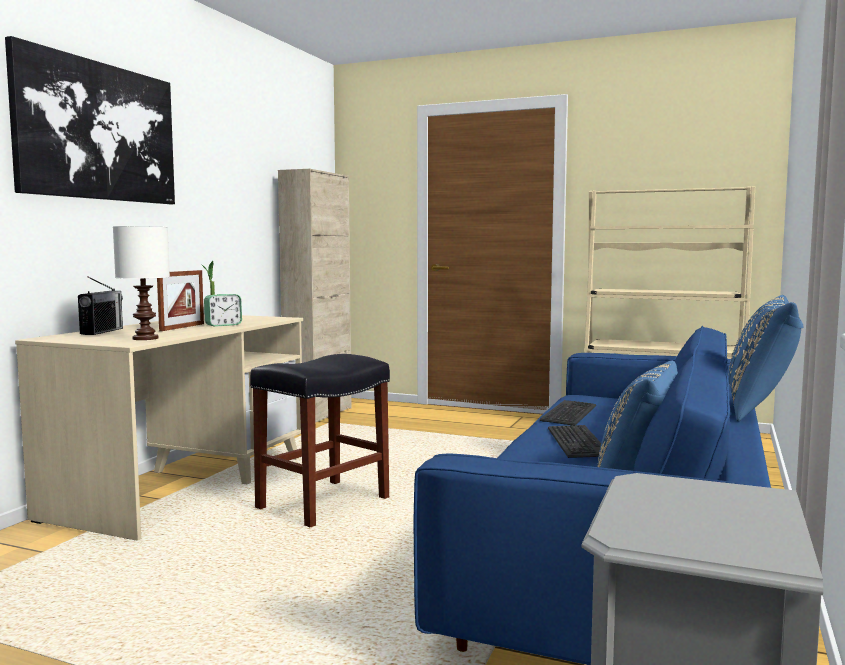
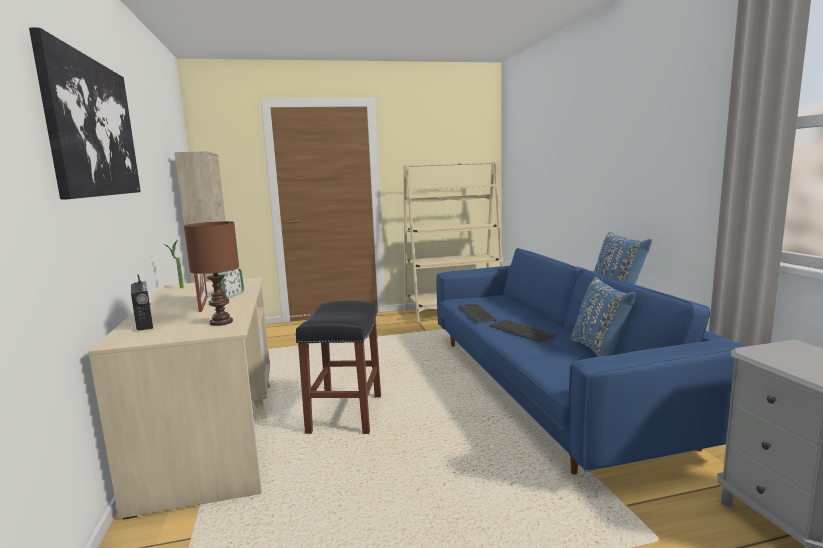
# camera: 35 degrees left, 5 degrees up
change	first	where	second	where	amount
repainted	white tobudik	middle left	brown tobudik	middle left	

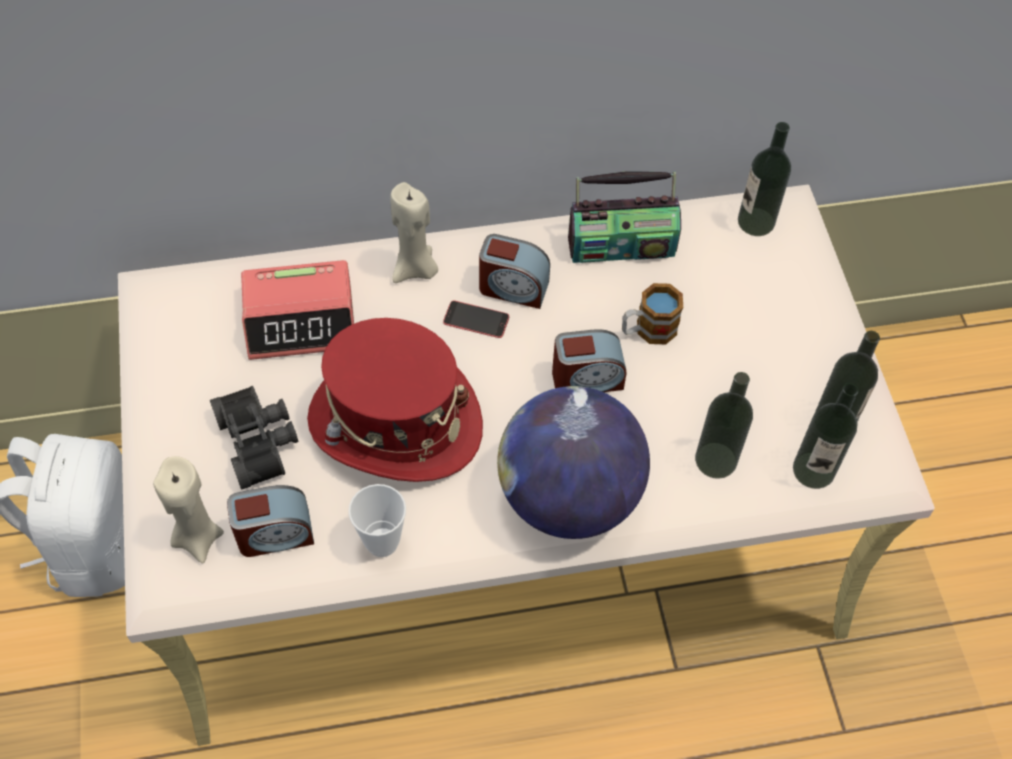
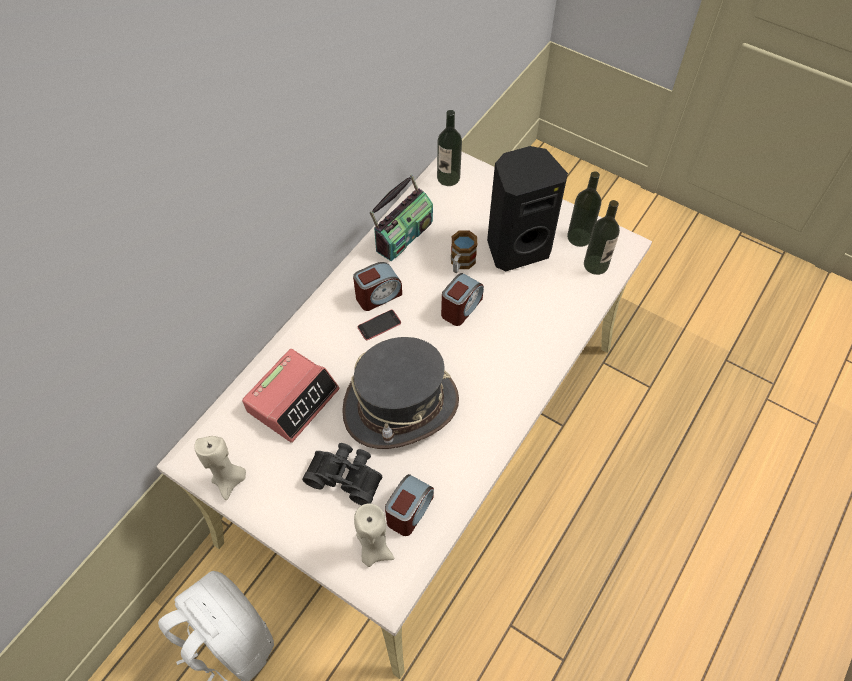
# camera: 45 degrees left, 0 degrees up
change	first	where	second	where	amount
repainted	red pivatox	centre	grey pivatox	centre	
gone	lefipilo	bottom centre			
shifted	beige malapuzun (no. 2 from left in the first image)	top centre	beige malapuzun (no. 1 from left)	bottom left	
gone	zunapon	centre			
gone	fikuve (no. 1 from left)	middle right			
new			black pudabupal	top centre	

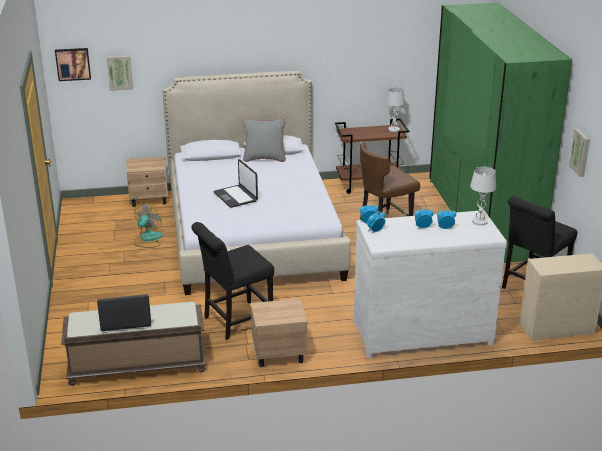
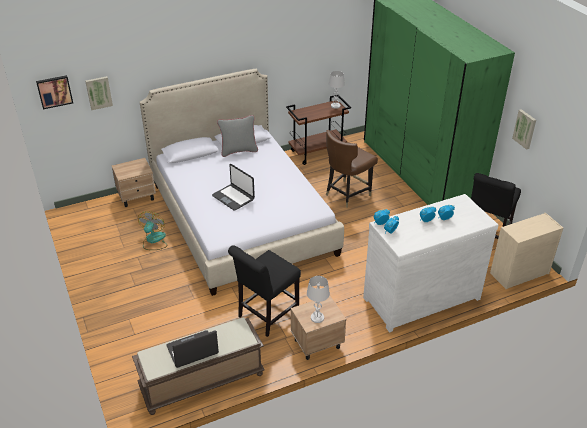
# camera: 15 degrees left, 10 degrees up
change	first	where	second	where	amount
shifted	white tobudik (no. 2 from left in the first image)	middle right	white tobudik (no. 1 from left)	bottom centre	

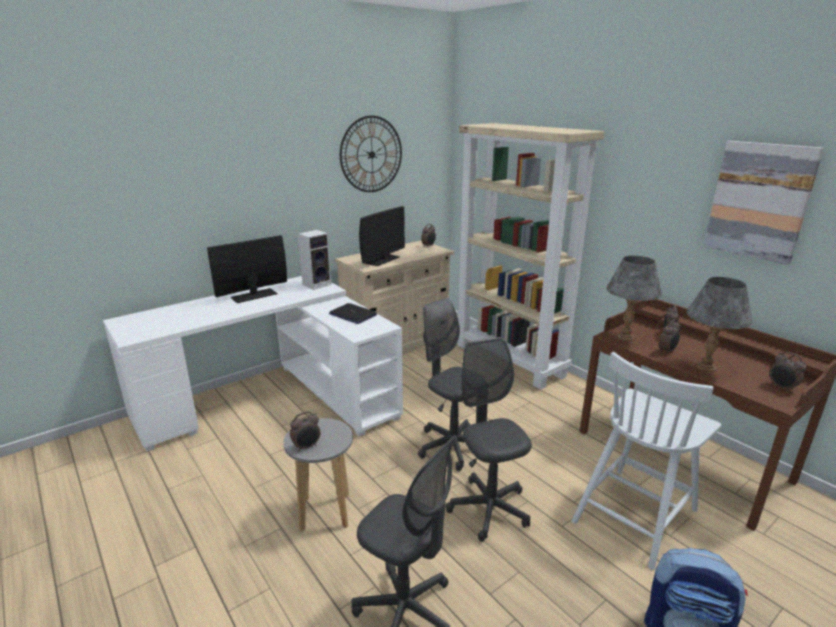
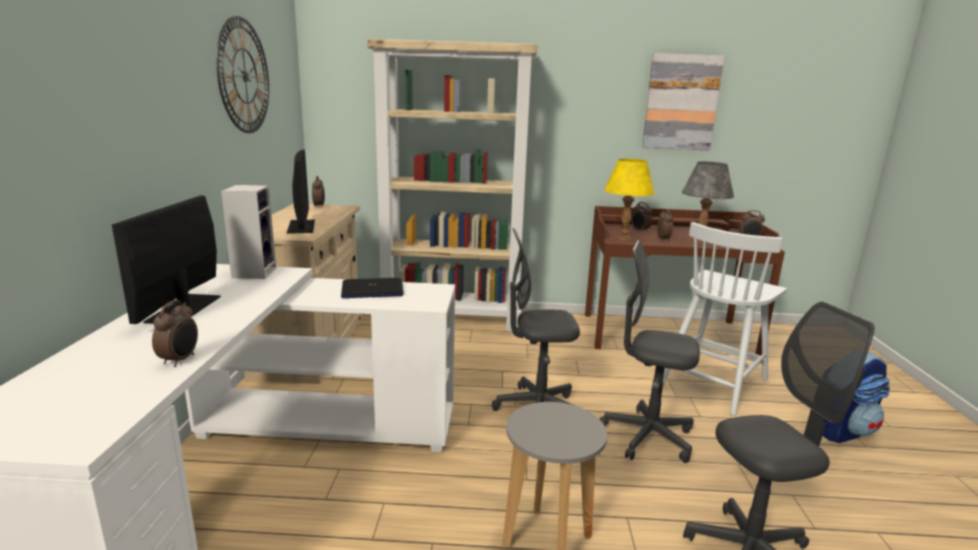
# camera: 50 degrees left, 5 degrees down
change	first	where	second	where	amount
shifted	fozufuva (no. 1 from left)	bottom centre		middle left	
rotated	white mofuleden	bottom right		middle right	45 degrees clockwise
repainted	grey tobudik (no. 1 from left)	middle right	yellow tobudik	centre	

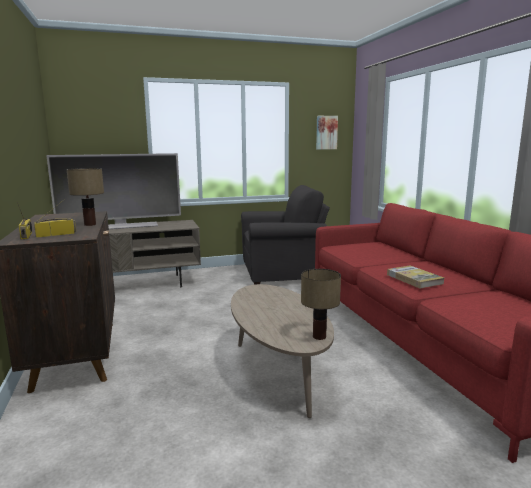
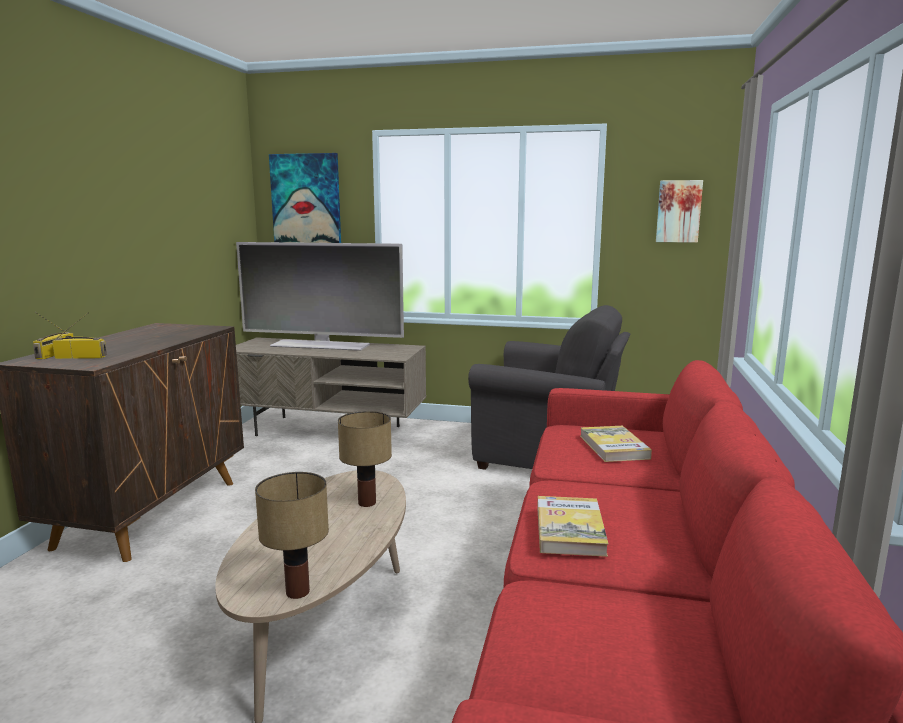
# camera: 30 degrees right, 0 degrees up
change	first	where	second	where	amount
shifted	tobudik (no. 1 from left in the first image)	middle left	tobudik (no. 2 from left)	centre	
new			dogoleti (no. 1 from left)	top centre	
new			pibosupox (no. 2 from left)	middle right	

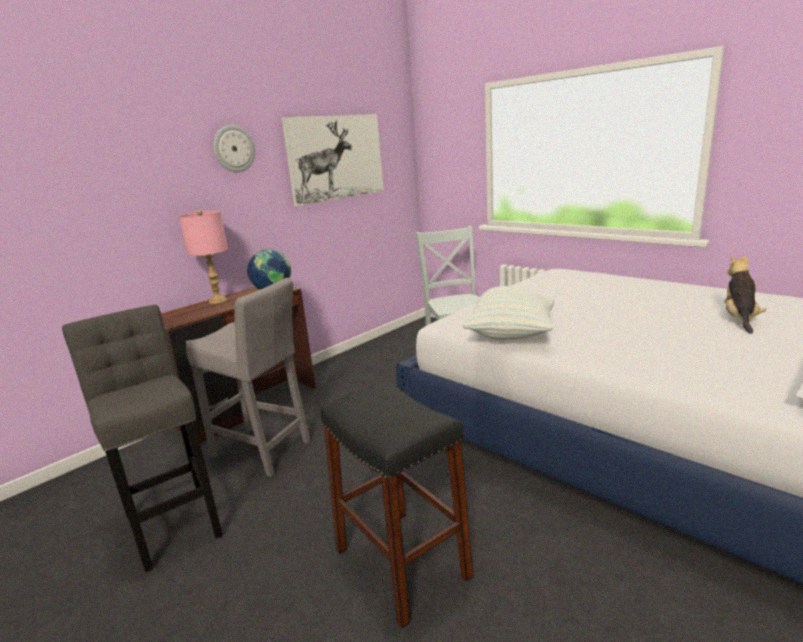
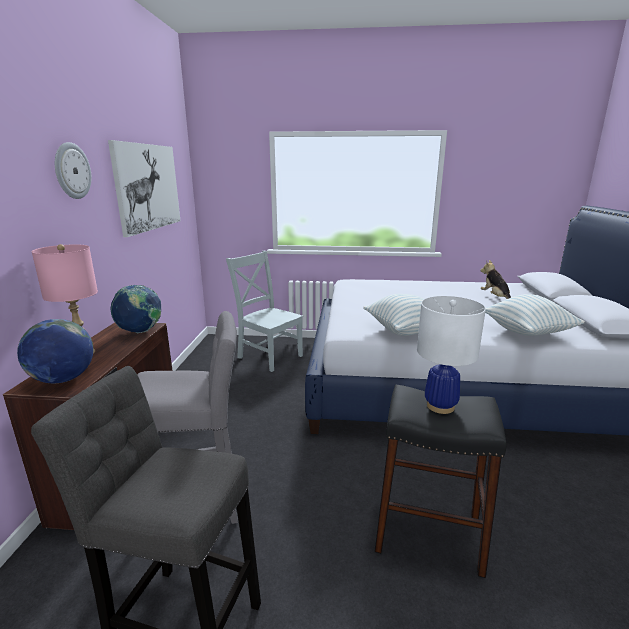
# camera: 40 degrees left, 0 degrees up
change	first	where	second	where	amount
new			zunapon (no. 1 from left)	middle left	
new			white tobudik	middle right	
new			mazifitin (no. 2 from left)	middle right	

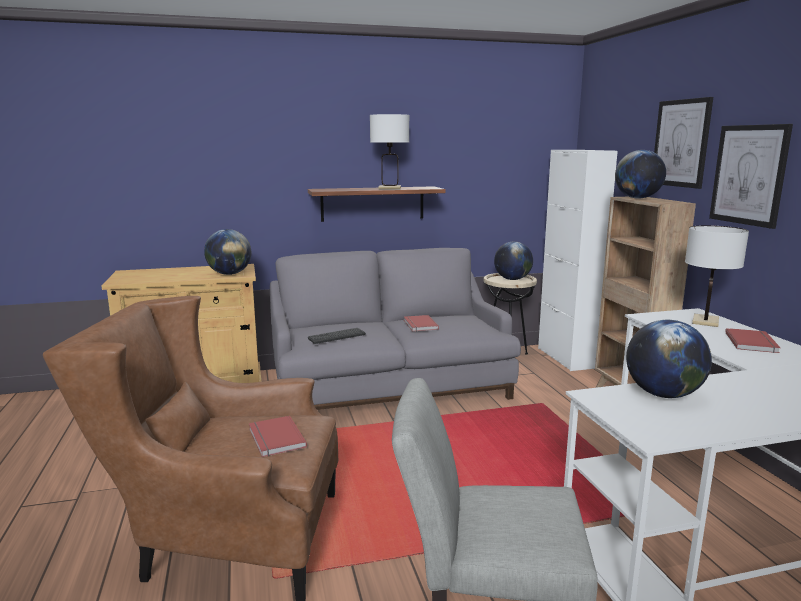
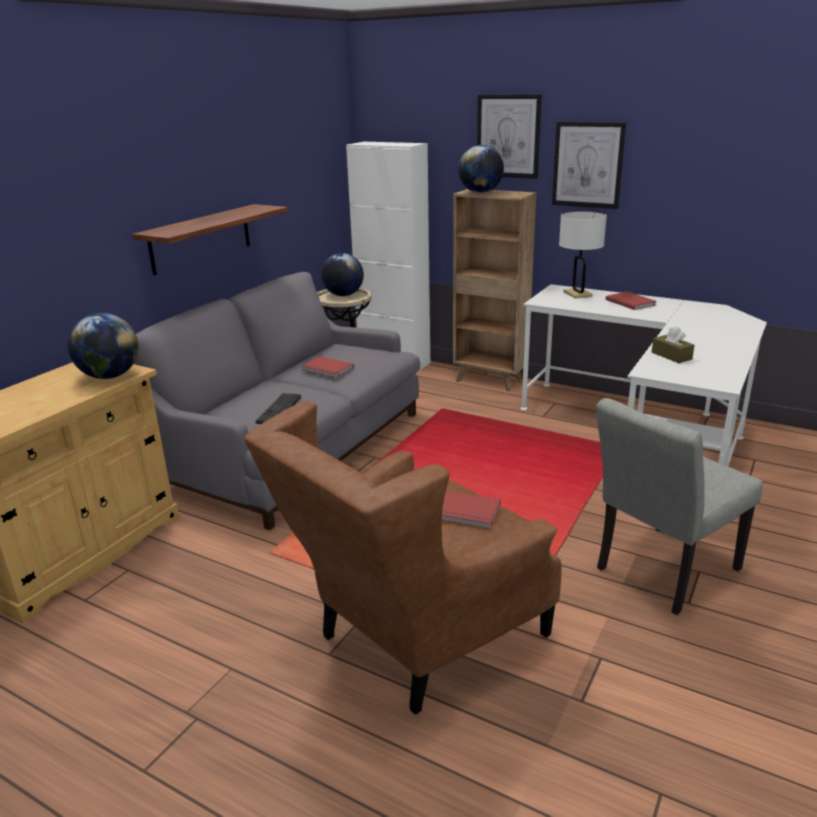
# camera: 45 degrees left, 10 degrees up
change	first	where	second	where	amount
gone	white tobudik (no. 1 from left)	top centre			
swapped	zunapon (no. 4 from left)	middle right	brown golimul	middle right	

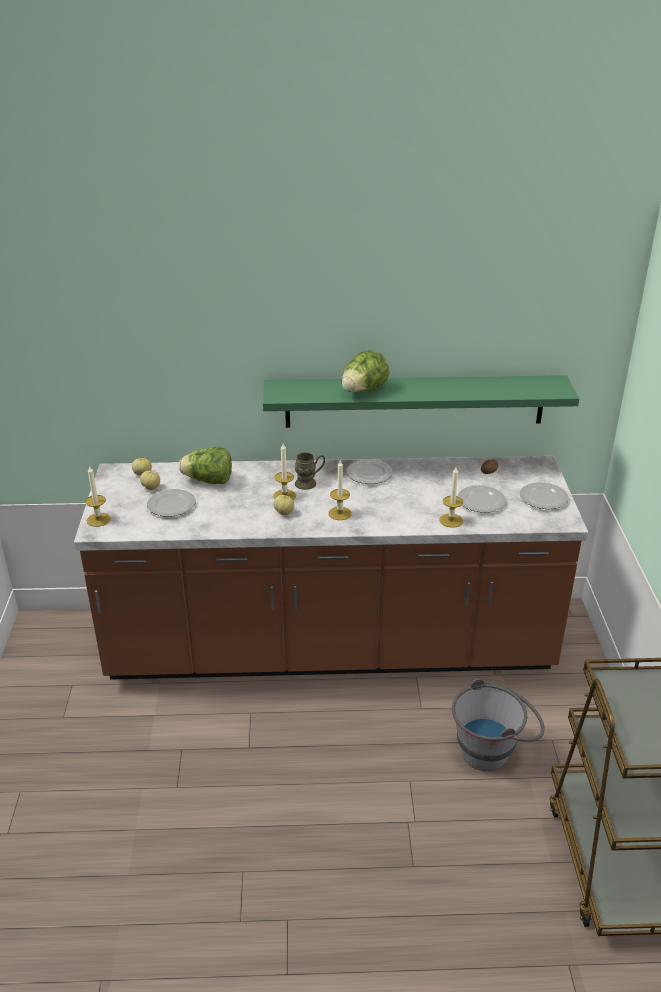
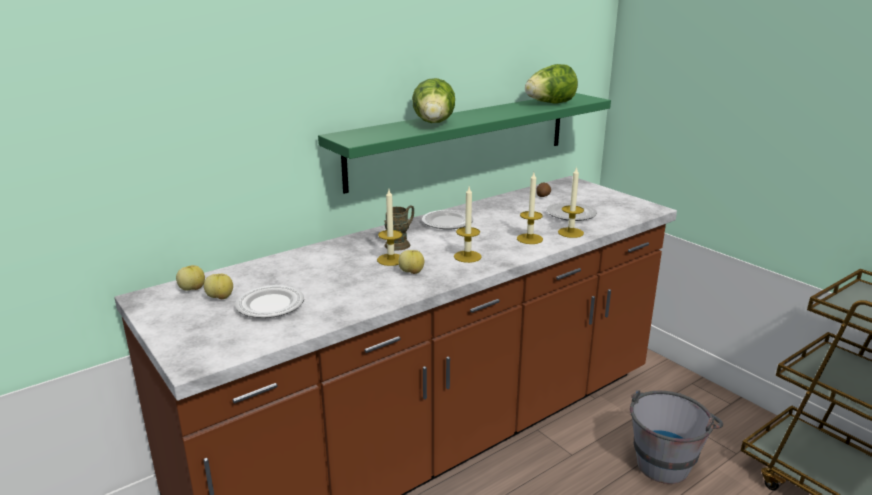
# camera: 35 degrees left, 10 degrees down
change	first	where	second	where	amount
shifted	malapuzun (no. 1 from left in the first image)	middle left	malapuzun (no. 3 from left)	centre	
shifted	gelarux (no. 1 from left in the first image)	middle left	gelarux (no. 2 from left)	top centre	
gone	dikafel (no. 4 from left)	middle right			

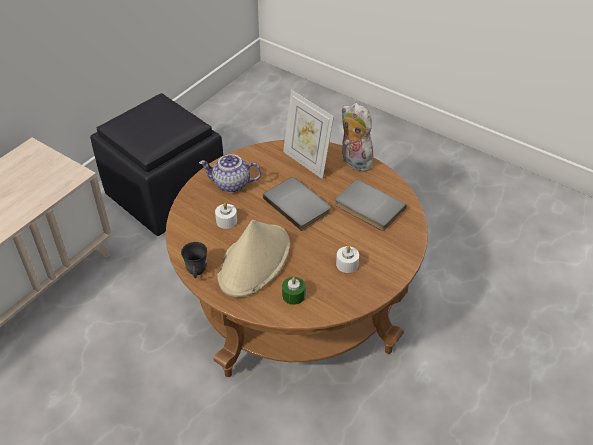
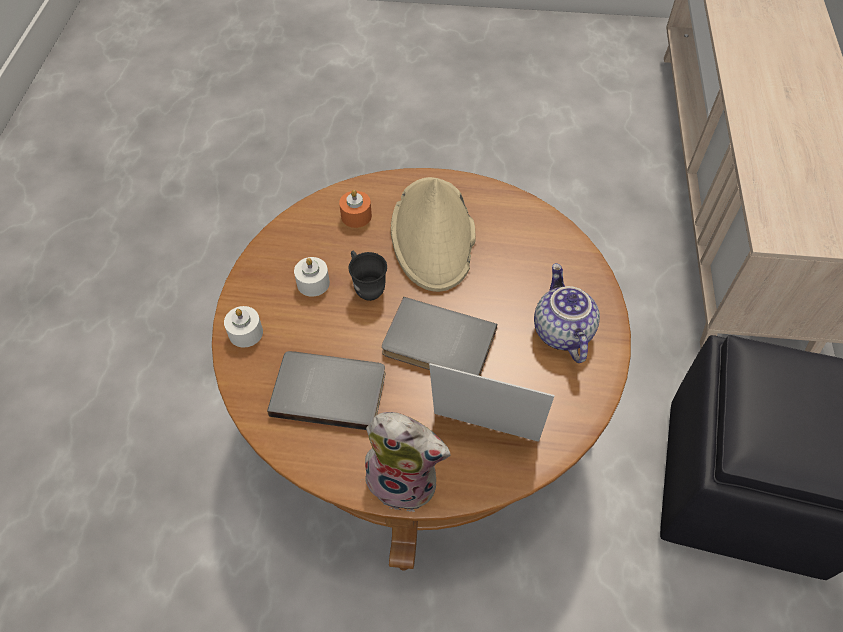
# camera: 150 degrees right, 10 degrees up
change	first	where	second	where	amount
shifted	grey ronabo	middle left		centre	
rotated	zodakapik	centre		middle right	75 degrees counterclockwise
shifted	white malapuzun (no. 1 from left)	centre		middle left	
repainted	green malapuzun	centre	orange malapuzun	top centre	

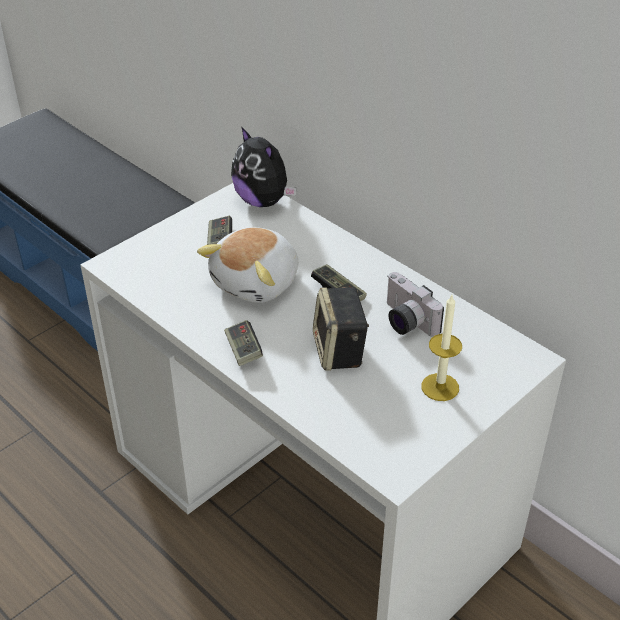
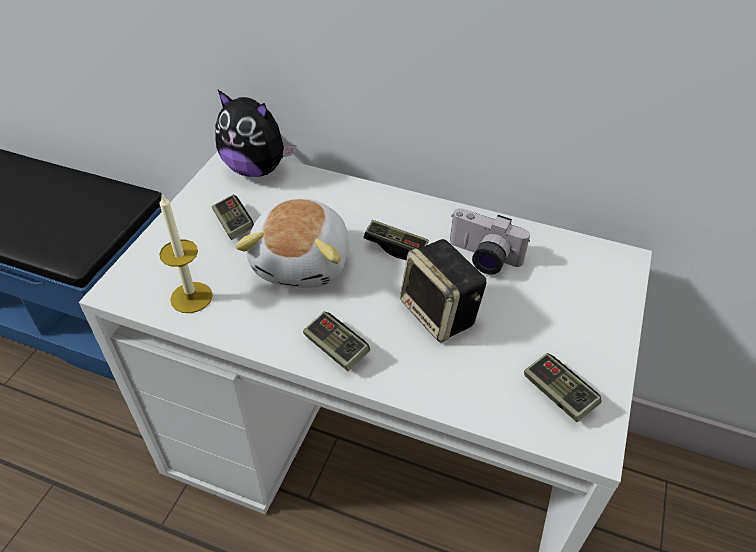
# camera: 25 degrees left, 5 degrees up
change	first	where	second	where	amount
shifted	malapuzun	middle right		middle left	
new			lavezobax (no. 4 from left)	bottom right	

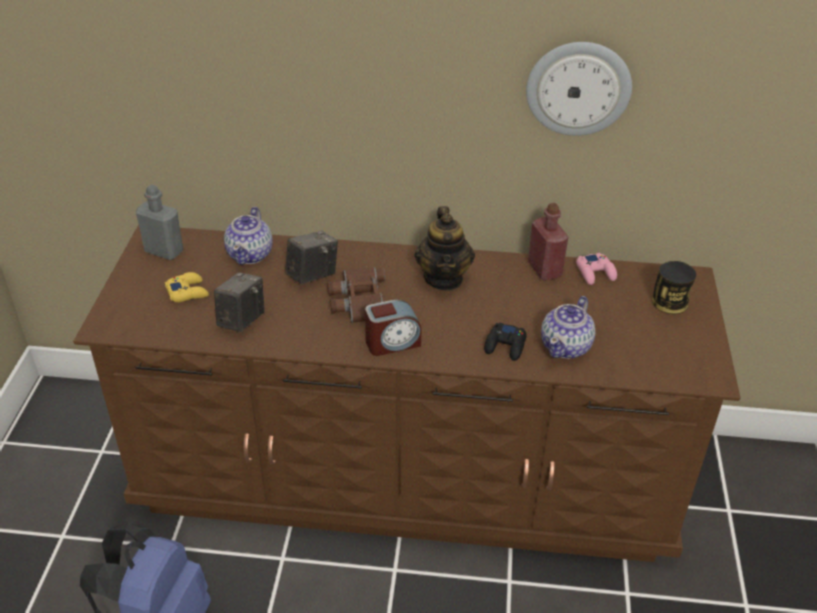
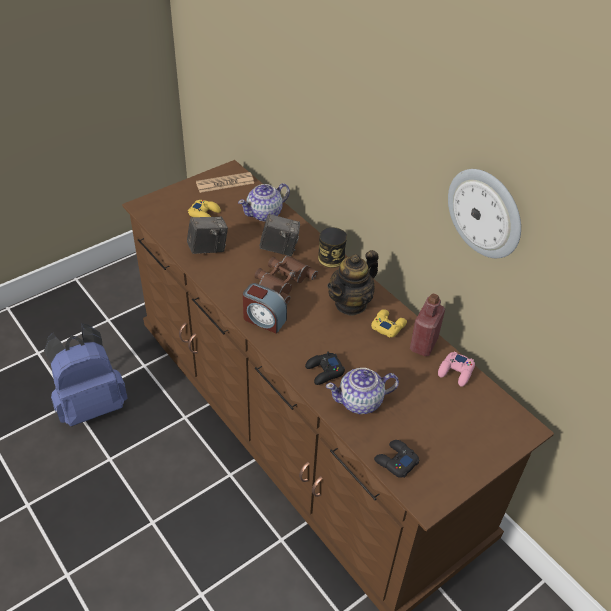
# camera: 45 degrees right, 5 degrees up
change	first	where	second	where	amount
swapped	grey fikuve	middle left	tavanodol	top centre	
shifted	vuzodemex	middle right		centre	
new			yellow lavezobax (no. 2 from left)	centre	
new			black lavezobax (no. 2 from left)	bottom centre	

